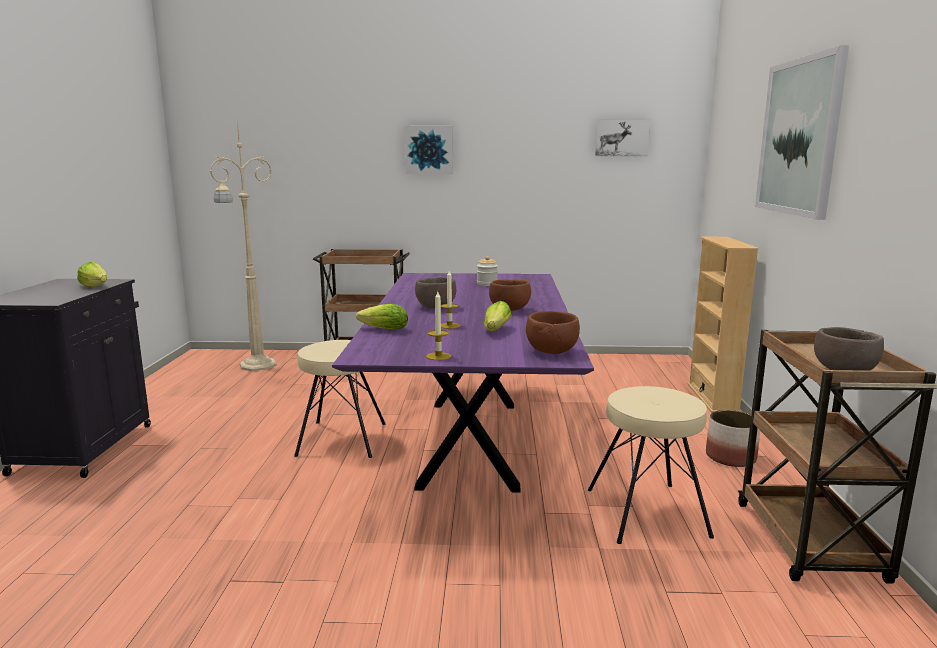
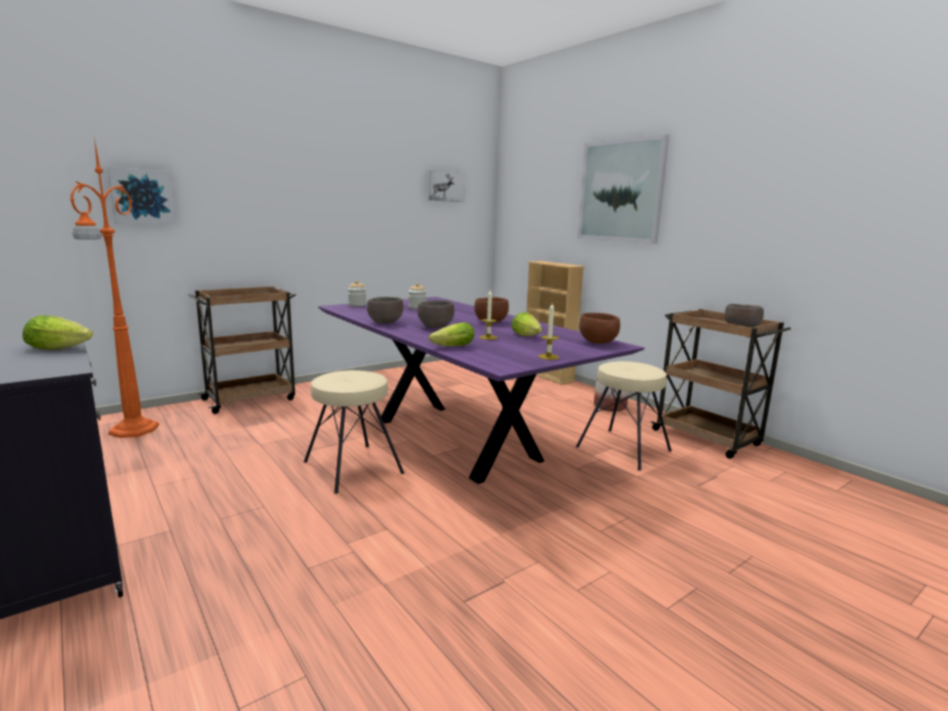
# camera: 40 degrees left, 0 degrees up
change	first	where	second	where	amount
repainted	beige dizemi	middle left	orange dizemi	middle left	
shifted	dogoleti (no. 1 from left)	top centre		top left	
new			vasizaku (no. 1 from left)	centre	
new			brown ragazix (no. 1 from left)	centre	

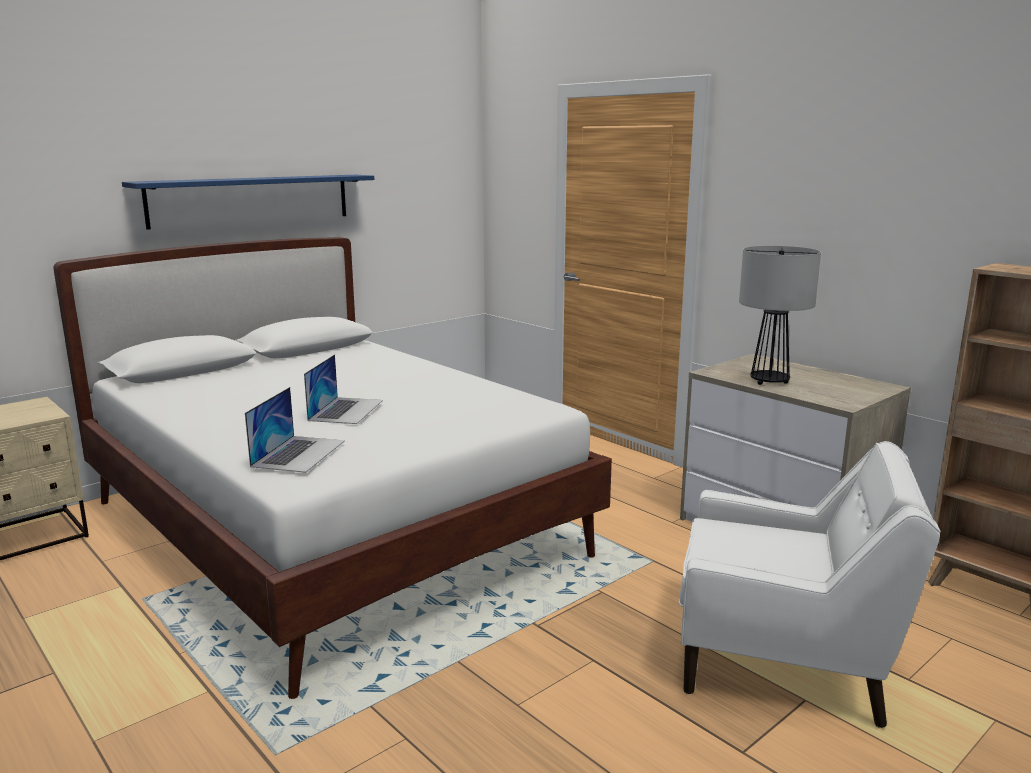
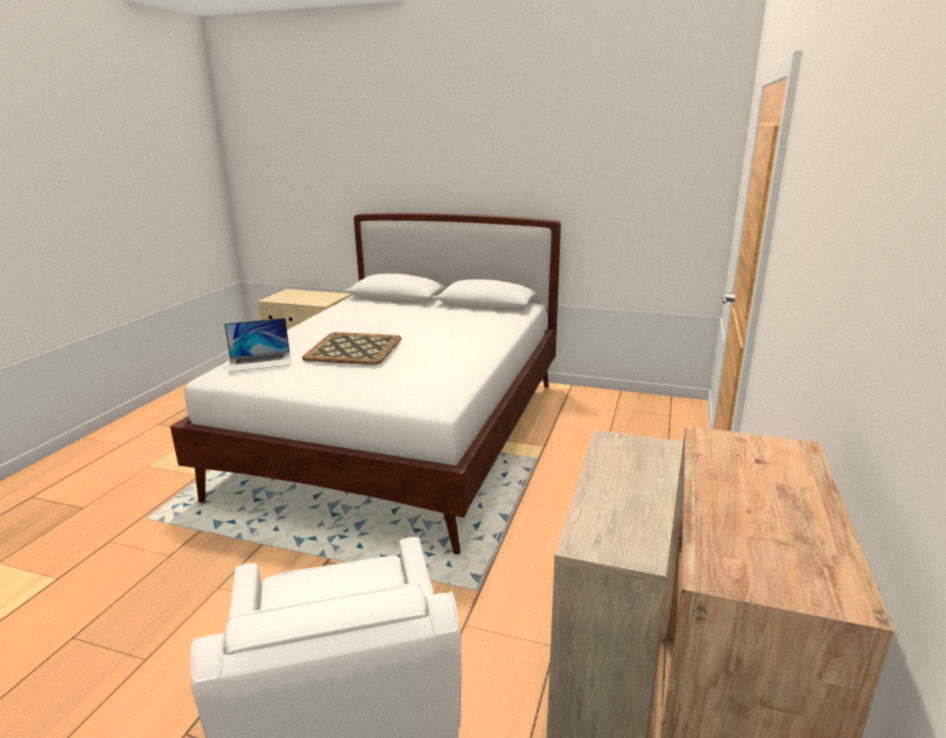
# camera: 60 degrees right, 5 degrees up
change	first	where	second	where	amount
gone	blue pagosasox	top left			
swapped	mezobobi (no. 2 from left)	middle left	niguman	centre	
gone	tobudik	middle right			

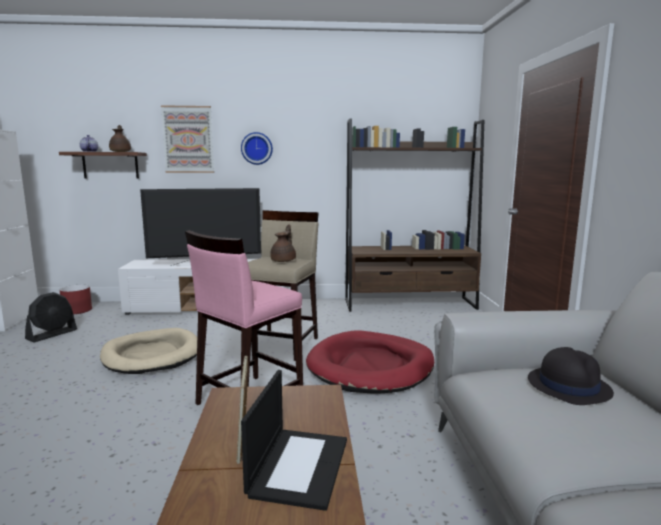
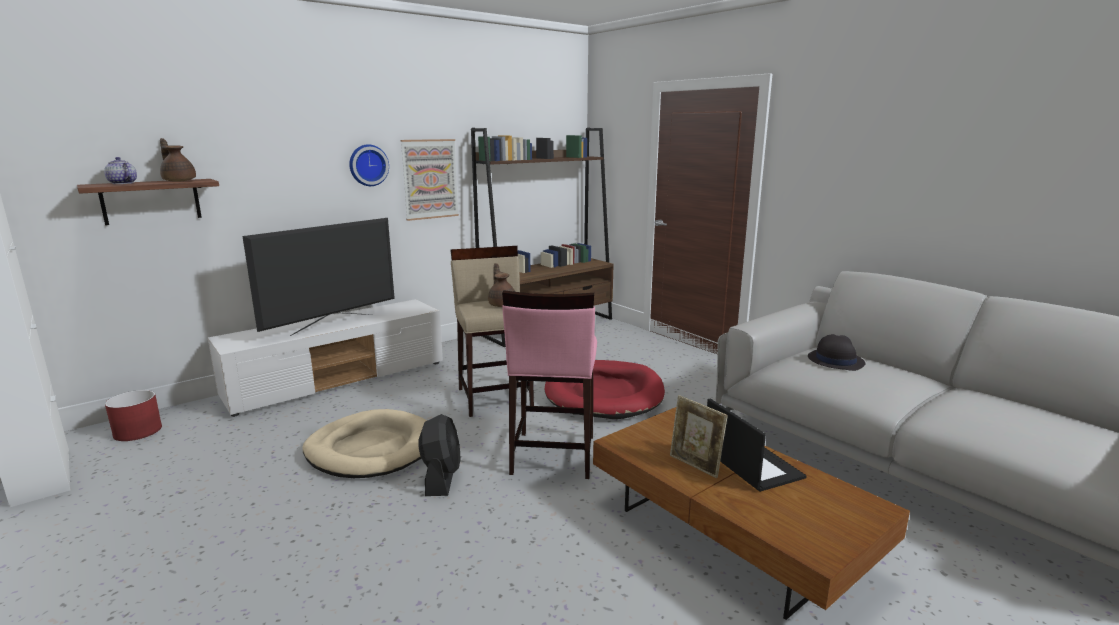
# camera: 35 degrees left, 5 degrees up
change	first	where	second	where	amount
shifted	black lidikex	middle left		bottom centre	
shifted	dogoleti	top left		top centre	

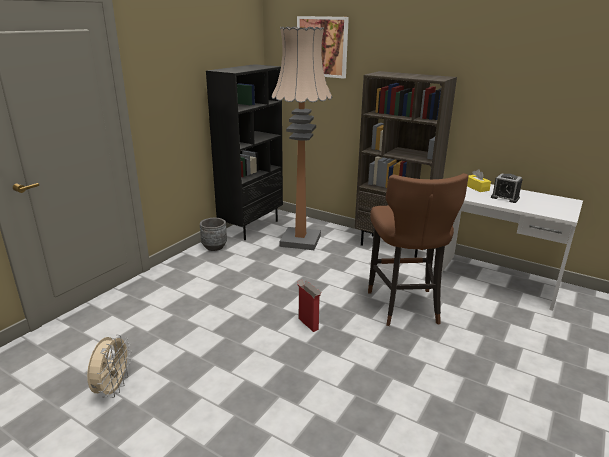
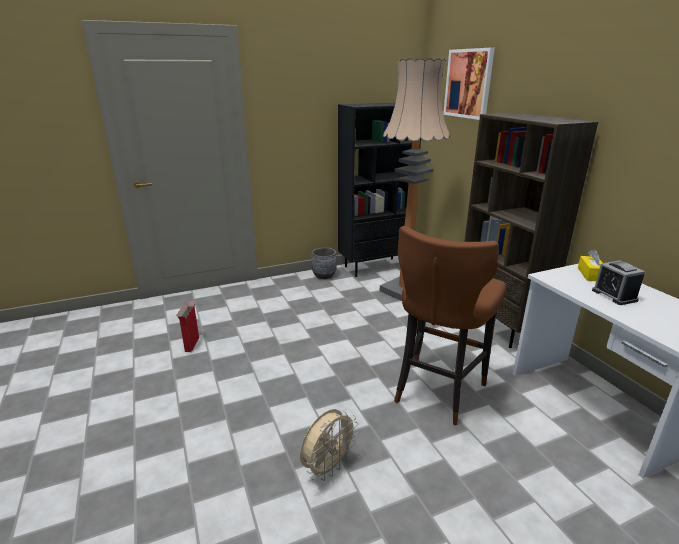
# camera: 35 degrees right, 0 degrees up
change	first	where	second	where	amount
shifted	beige lidikex	bottom left		bottom centre	
shifted	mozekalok	bottom centre		middle left	

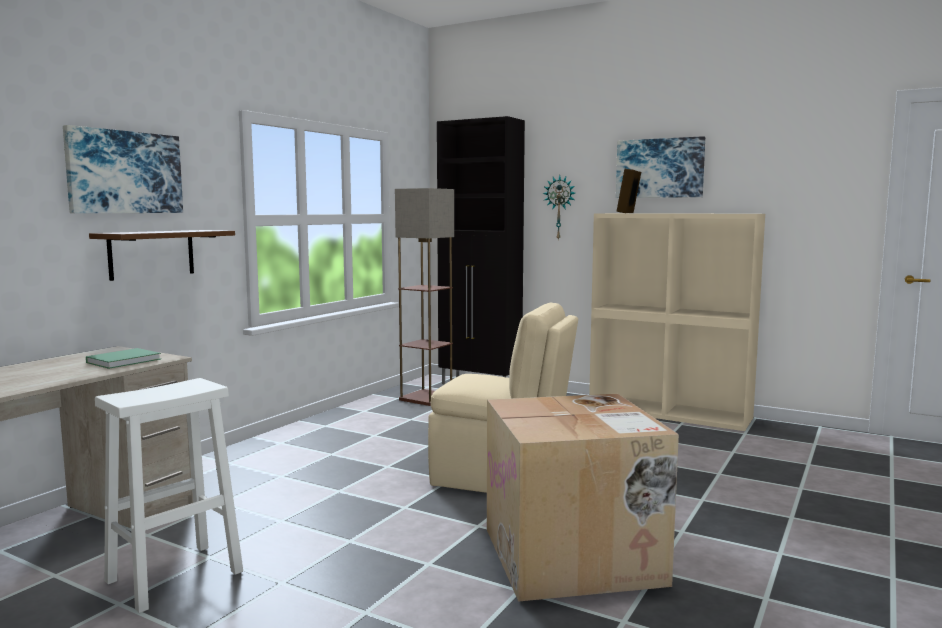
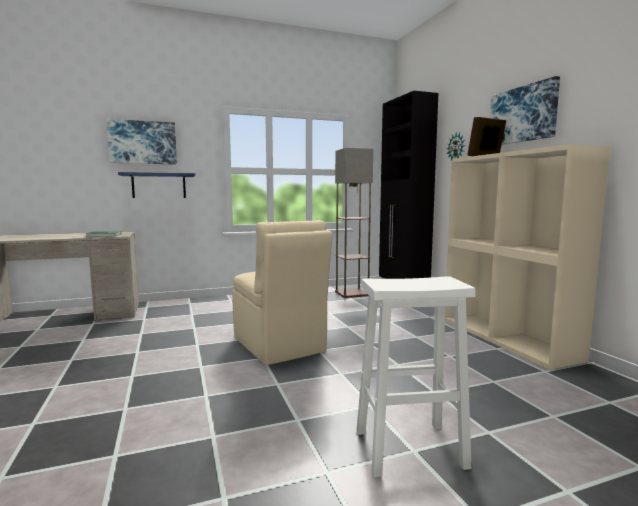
# camera: 40 degrees right, 0 degrees up
change	first	where	second	where	amount
repainted	brown pagosasox	middle left	blue pagosasox	middle left	
shifted	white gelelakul	bottom left		bottom centre	
gone	mozekalok	bottom centre			

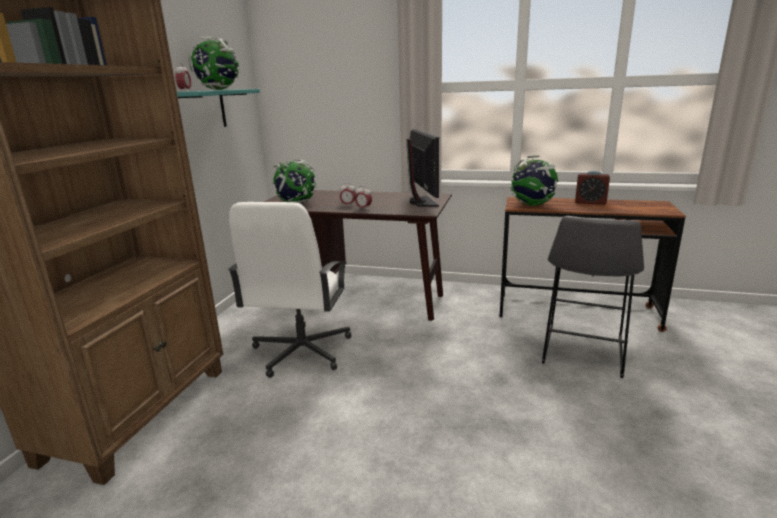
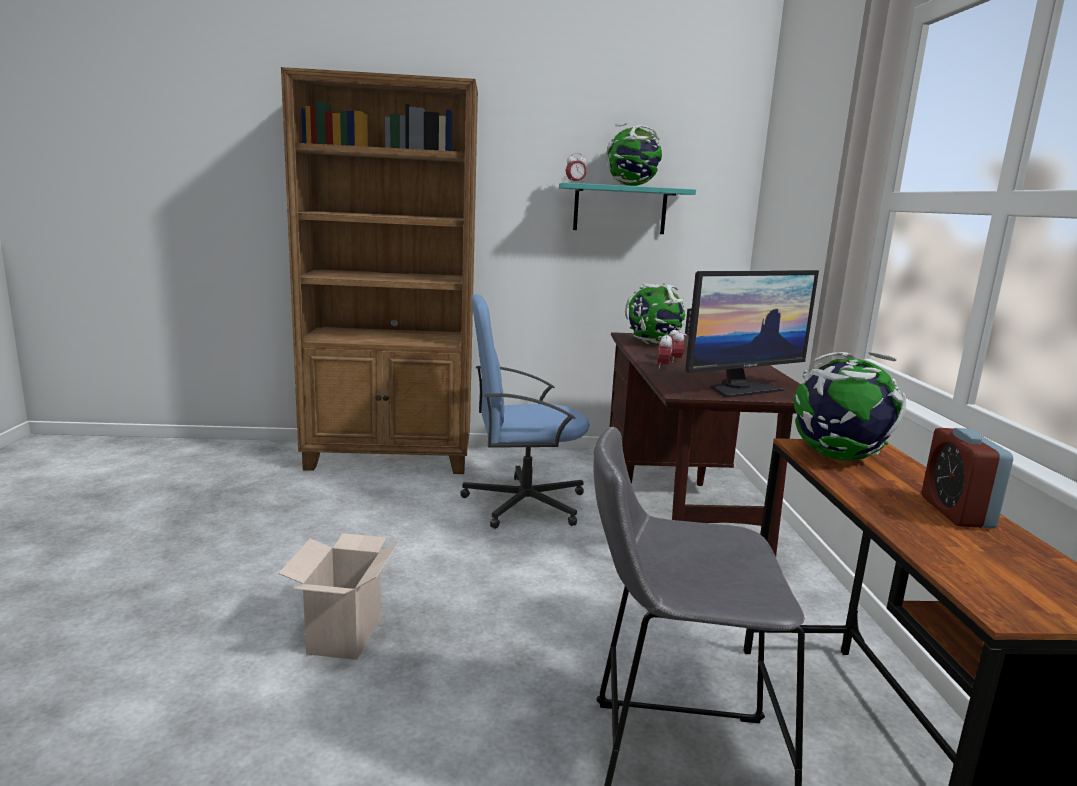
# camera: 70 degrees right, 5 degrees down
change	first	where	second	where	amount
repainted	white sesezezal	centre	blue sesezezal	centre	
new			mozekalok	bottom left	

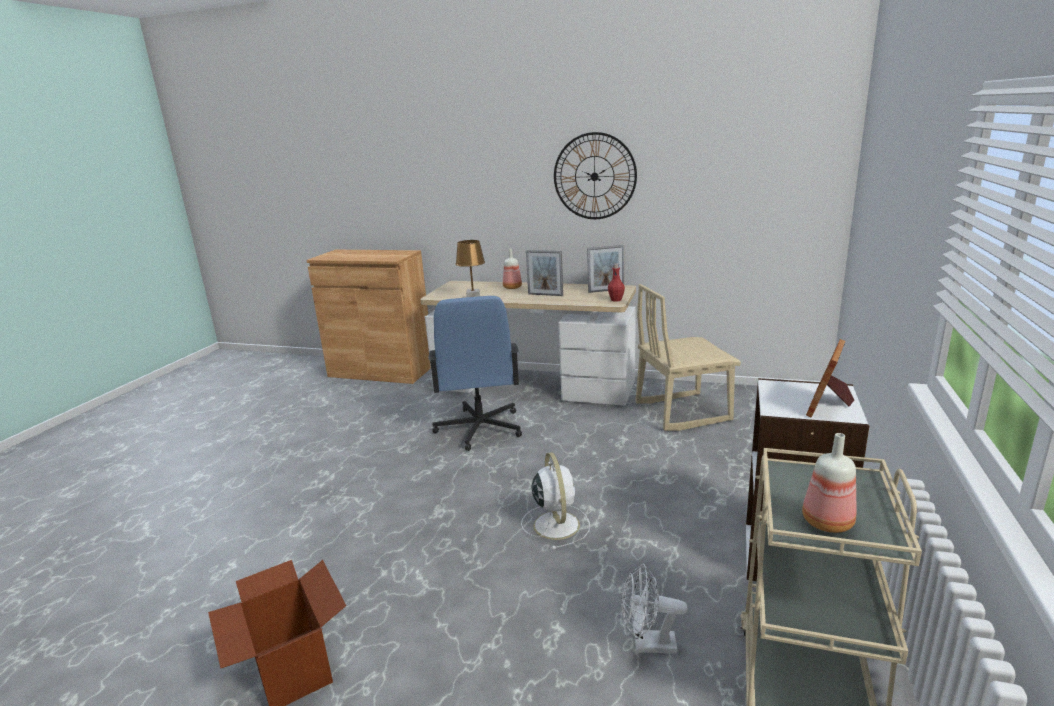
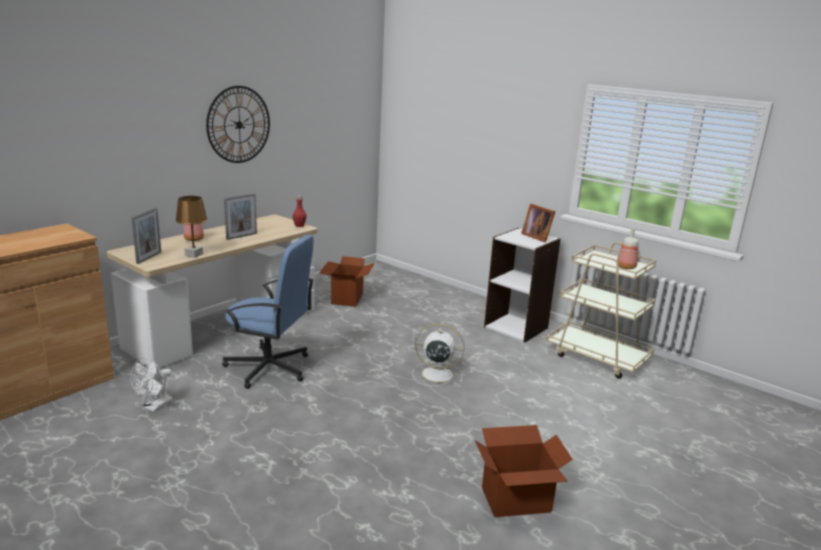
# camera: 70 degrees left, 0 degrees up
change	first	where	second	where	amount
shifted	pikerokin (no. 2 from left in the first image)	centre	pikerokin (no. 1 from left)	middle left	
shifted	white lidikex (no. 2 from left in the first image)	bottom centre	white lidikex (no. 1 from left)	bottom left	
swapped	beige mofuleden	centre	mozekalok (no. 1 from left)	centre	

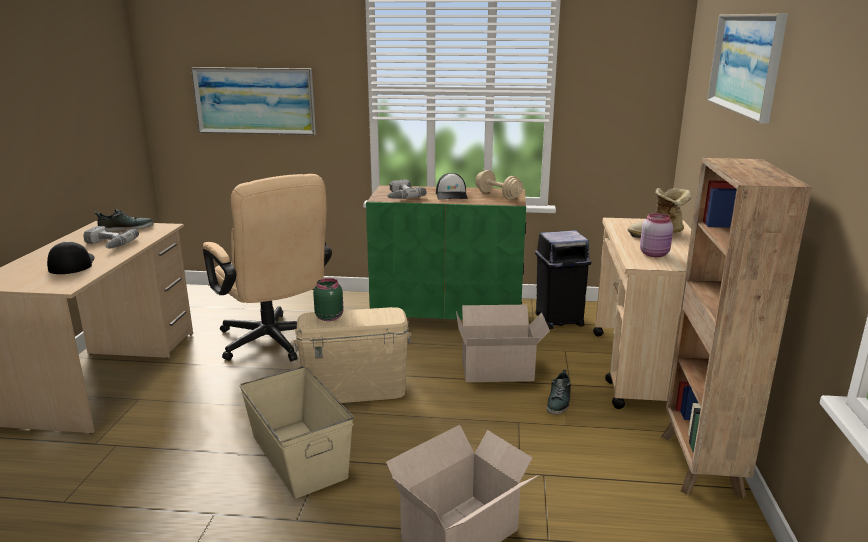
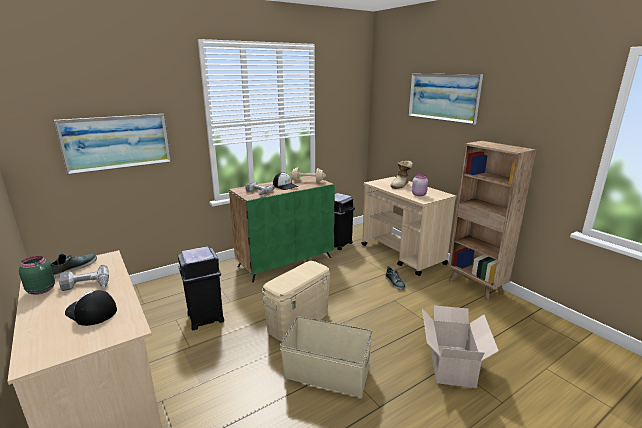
# camera: 40 degrees left, 0 degrees up
change	first	where	second	where	amount
swapped	beige sesezezal	middle left	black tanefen (no. 1 from left)	bottom left	
shifted	green vasizaku	centre		middle left	
gone	mozekalok (no. 2 from left)	centre			

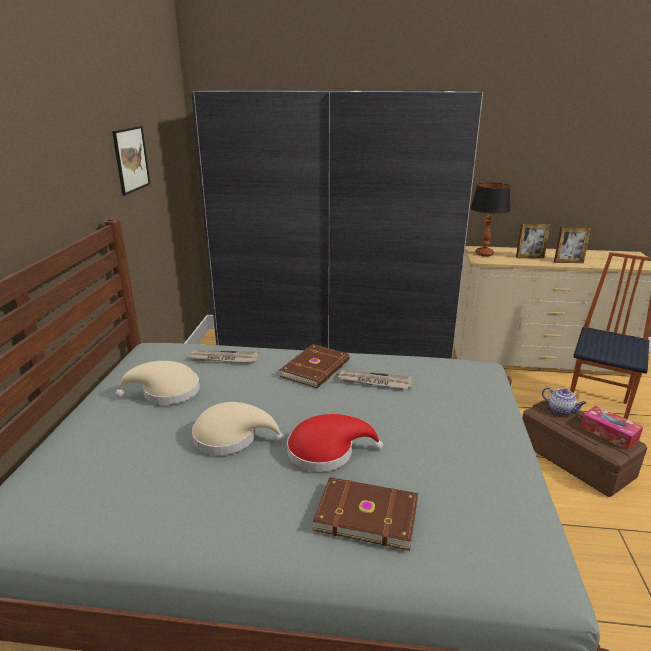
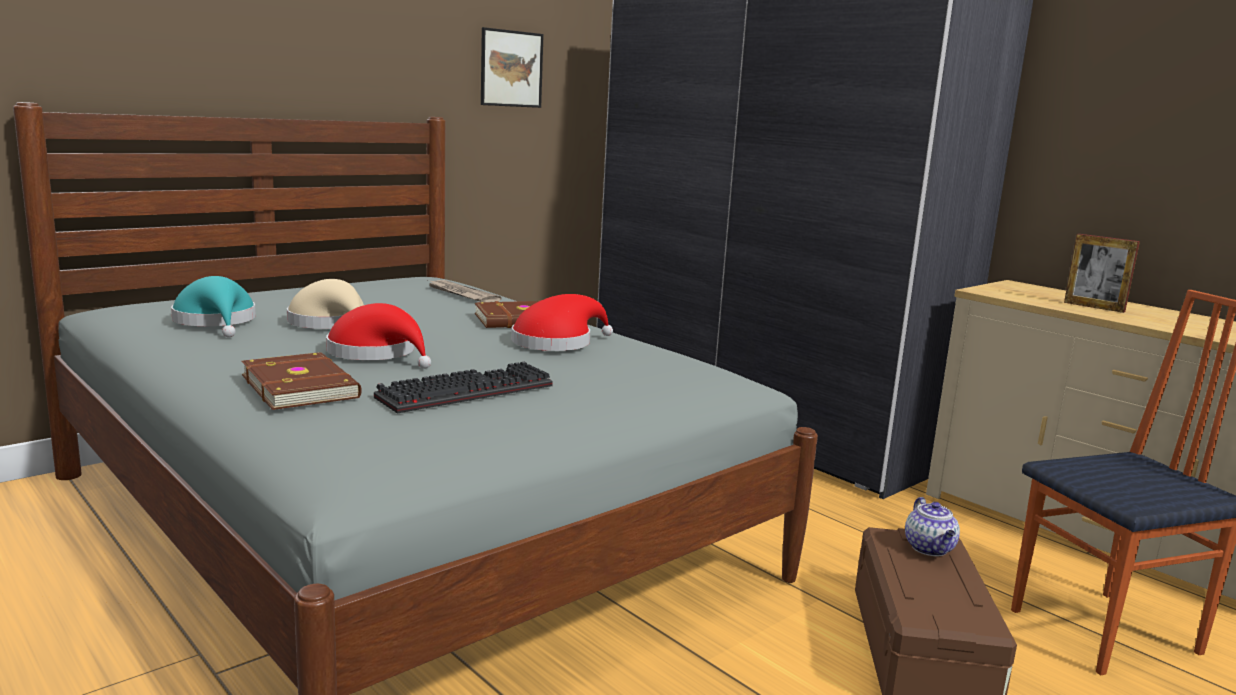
# camera: 40 degrees right, 10 degrees down
change	first	where	second	where	amount
gone	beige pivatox (no. 1 from left)	middle left			
swapped	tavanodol (no. 2 from left)	centre	red pivatox (no. 2 from left)	centre	
gone	tobudik	middle right			
gone	pikerokin (no. 2 from left)	middle right			
gone	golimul	middle right			
new			turquoise pivatox	middle left	
new			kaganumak	centre	

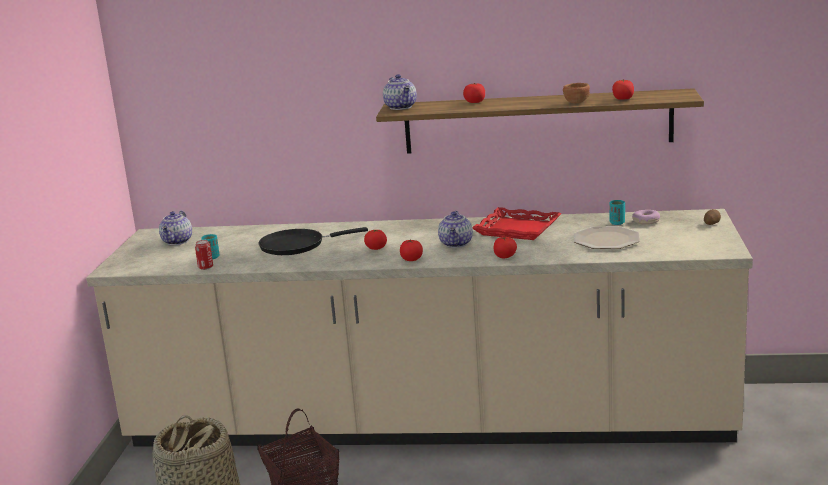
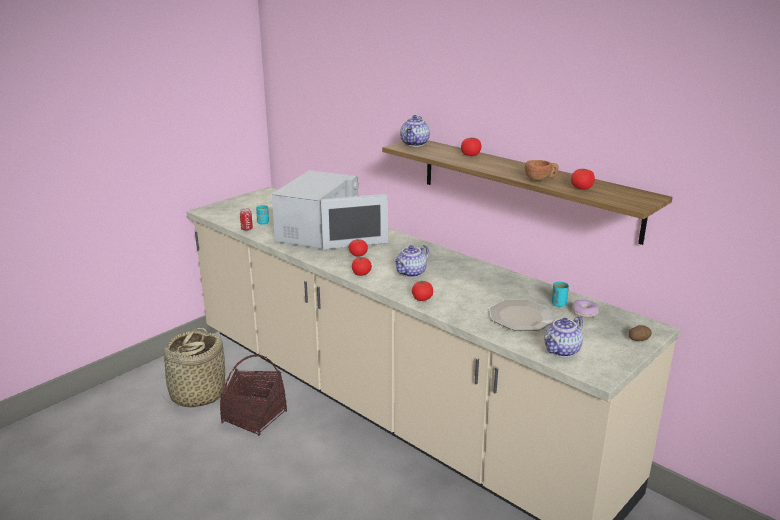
# camera: 35 degrees right, 5 degrees up
change	first	where	second	where	amount
shifted	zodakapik (no. 1 from left in the first image)	middle left	zodakapik (no. 3 from left)	middle right	
swapped	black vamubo	centre	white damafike	centre	
gone	red niguman	centre			

